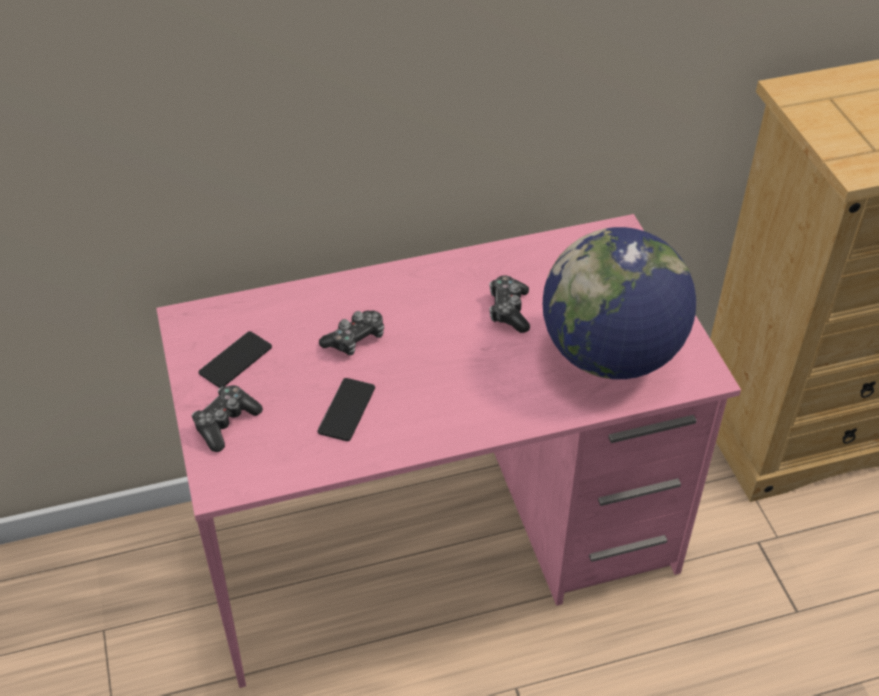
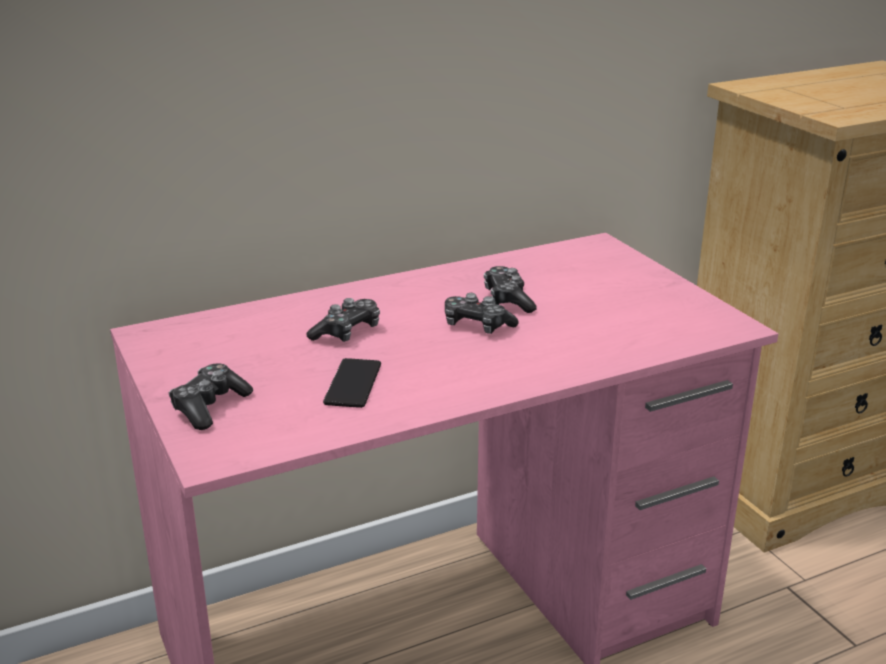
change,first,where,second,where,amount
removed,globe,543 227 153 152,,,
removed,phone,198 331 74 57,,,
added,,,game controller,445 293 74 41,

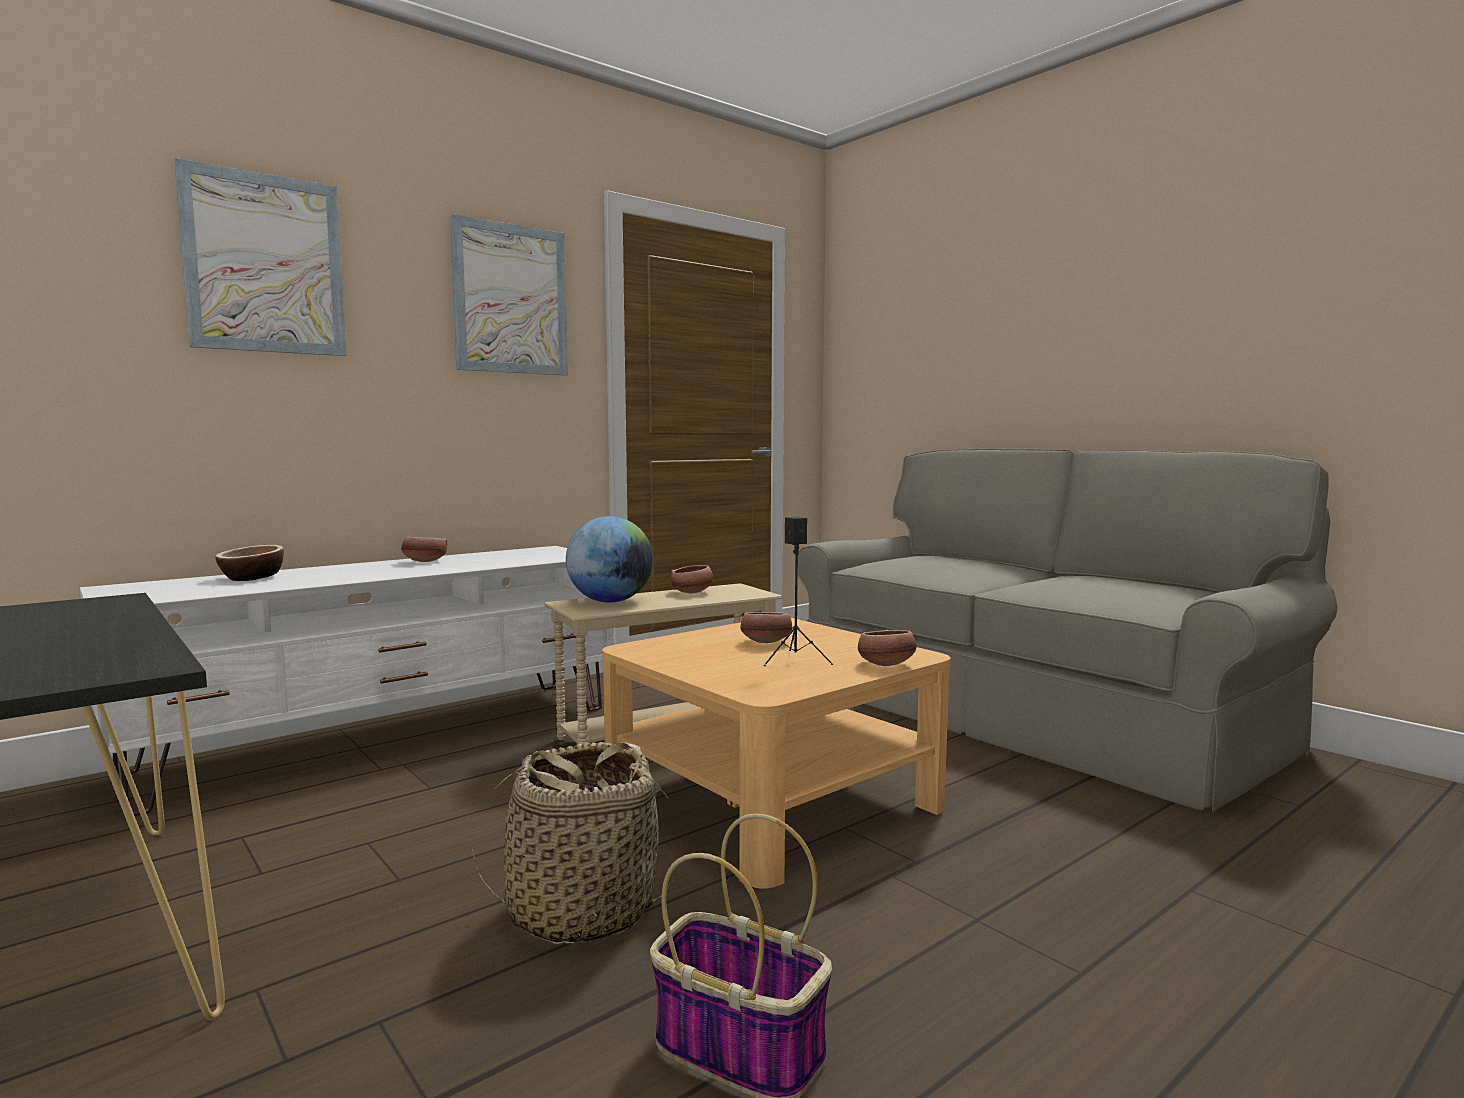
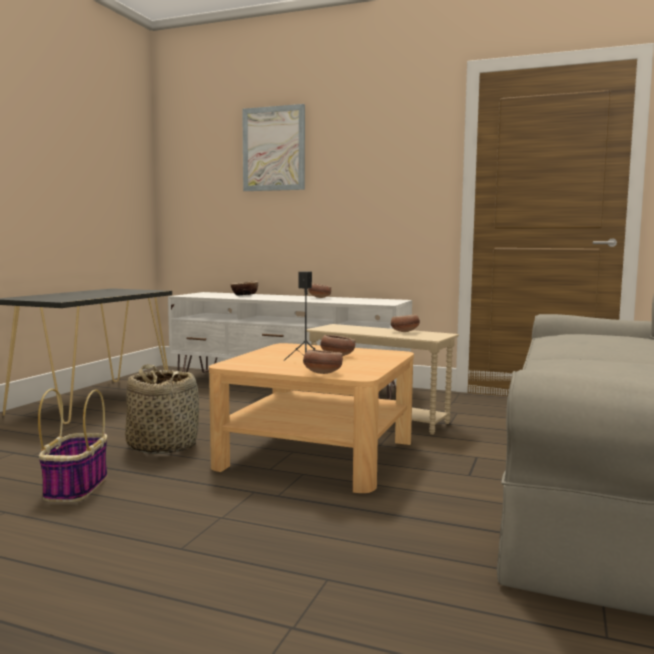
change,first,where,second,where,amount
removed,picture,450 214 118 162,,,
removed,globe,566 516 87 87,,,

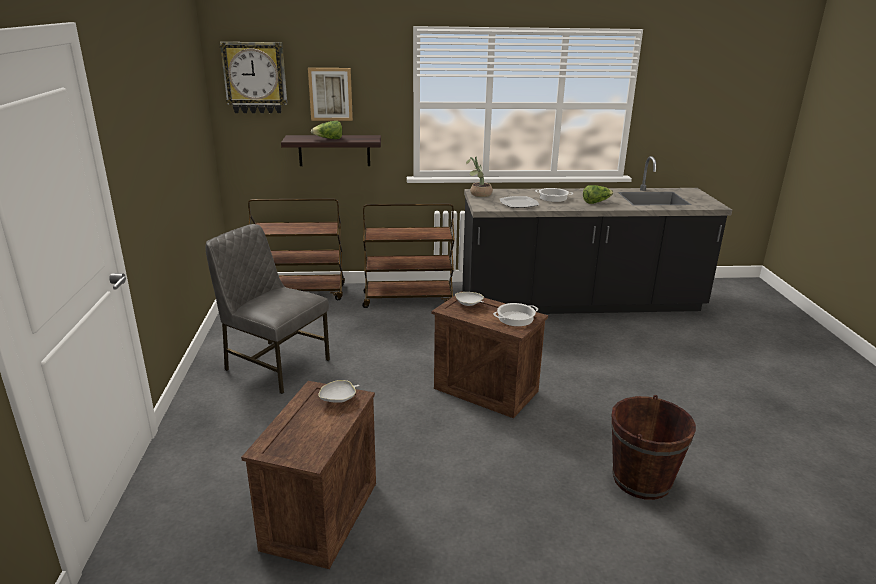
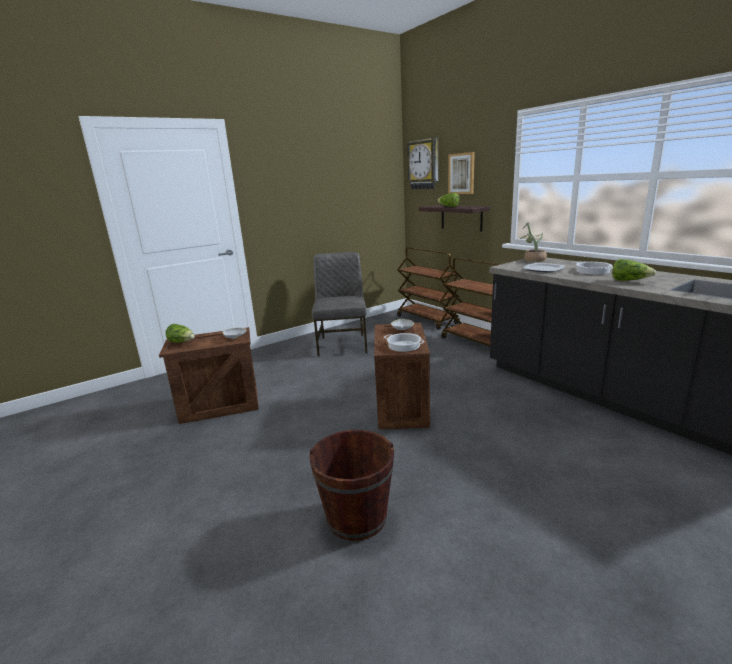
change,first,where,second,where,amount
added,,,lettuce,165 324 30 19,

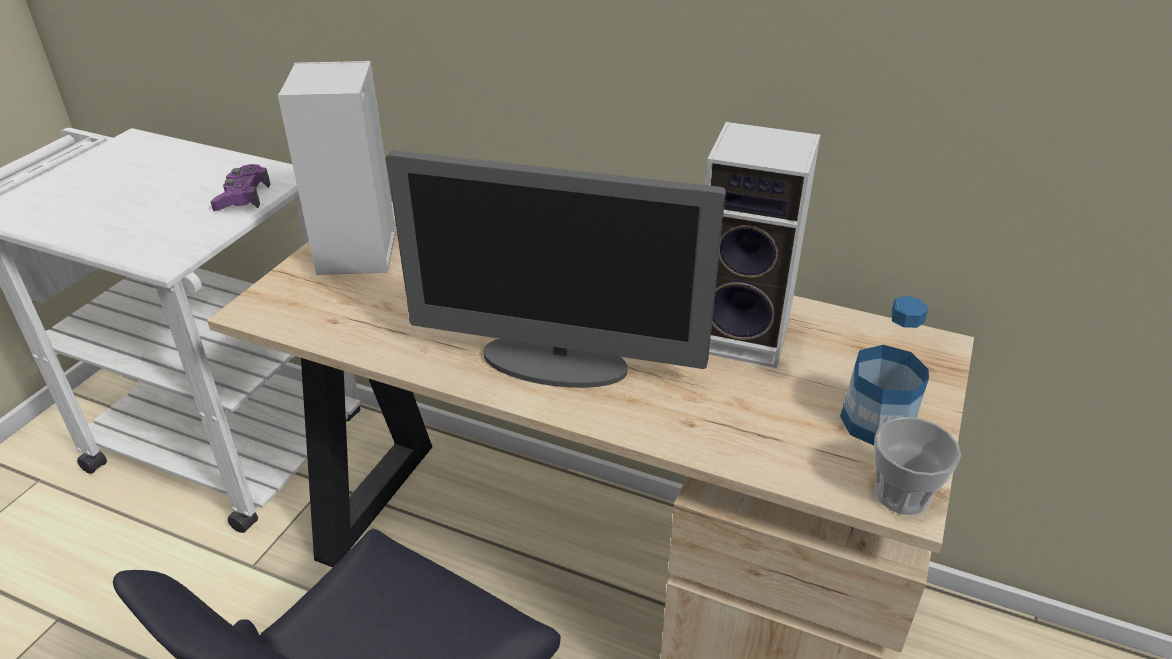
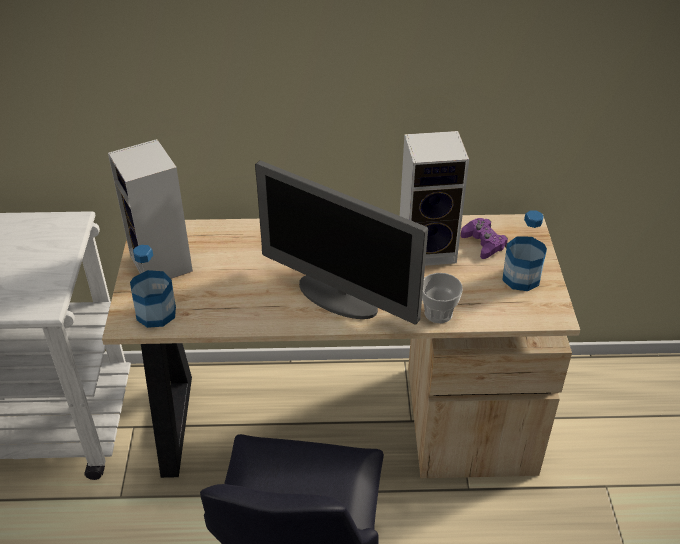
change,first,where,second,where,amount
turned,monitor,386 150 340 238,,255 160 173 165,45 degrees clockwise
moved,game controller in purple,211 164 59 47,,461 218 47 41,
moved,cup,874 417 87 98,,422 273 41 50,
added,,,bottle,130 245 46 83,

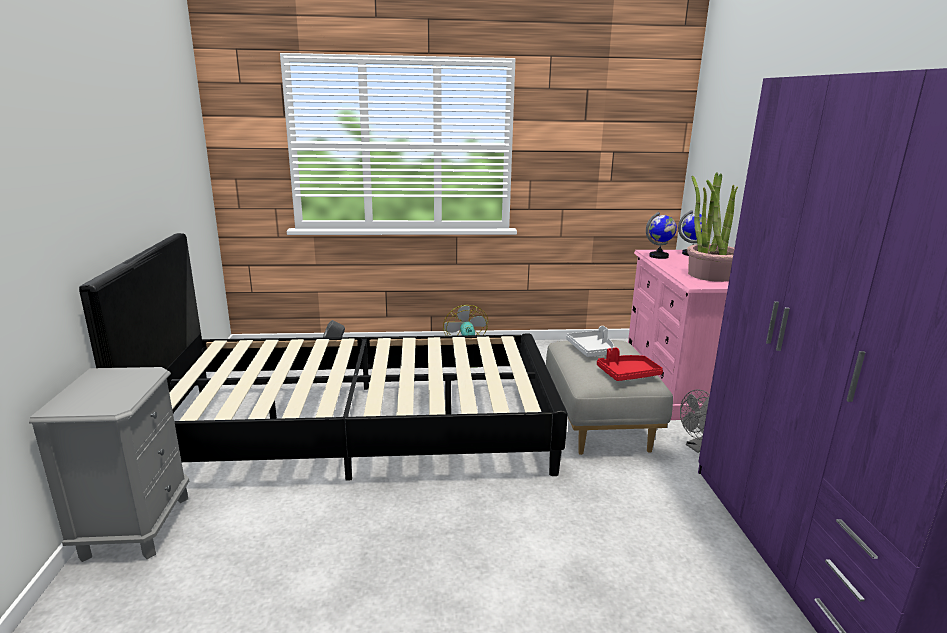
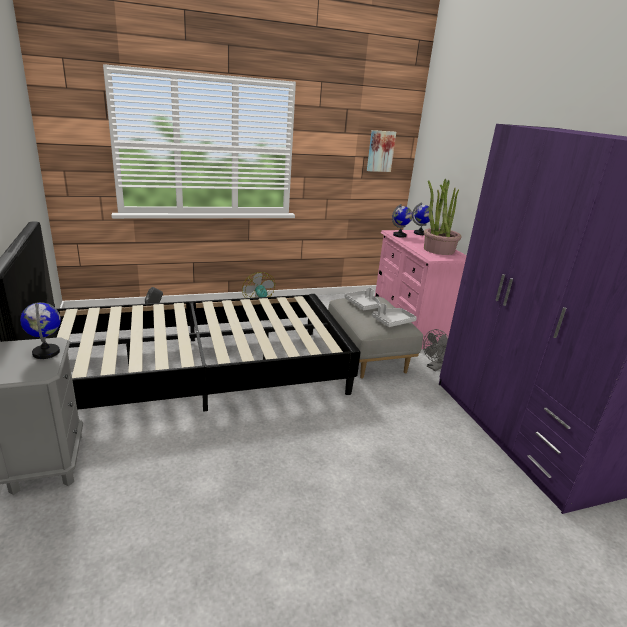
change,first,where,second,where,amount
recoloured,tray in red,597 348 66 33,tray in grey,372 303 45 24,
added,,,picture,367 130 29 42,
added,,,globe,20 302 41 57,

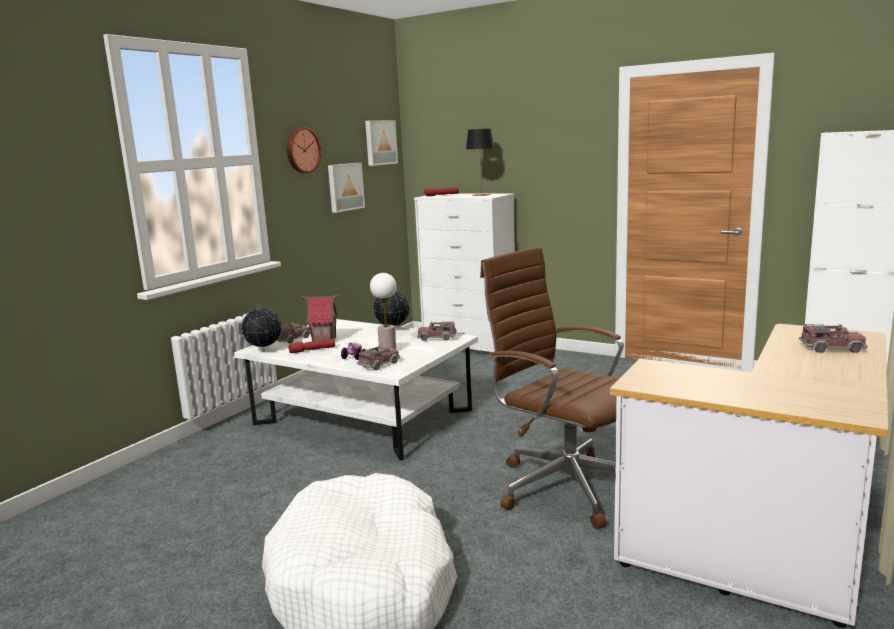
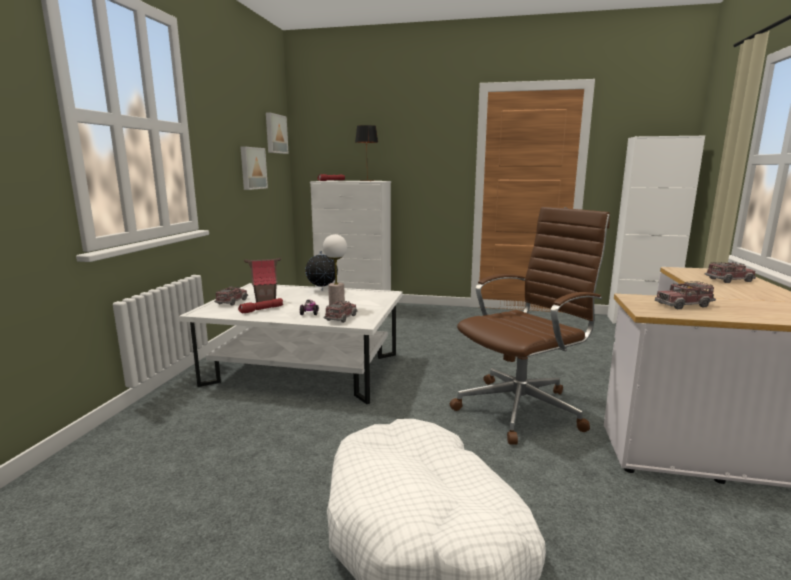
change,first,where,second,where,amount
removed,wall clock,287 128 34 45,,,
turned,office chair in brown,480 247 144 282,,450 207 160 238,120 degrees clockwise
removed,globe,241 304 41 48,,,
moved,toy truck,417 321 40 20,,655 281 61 28,

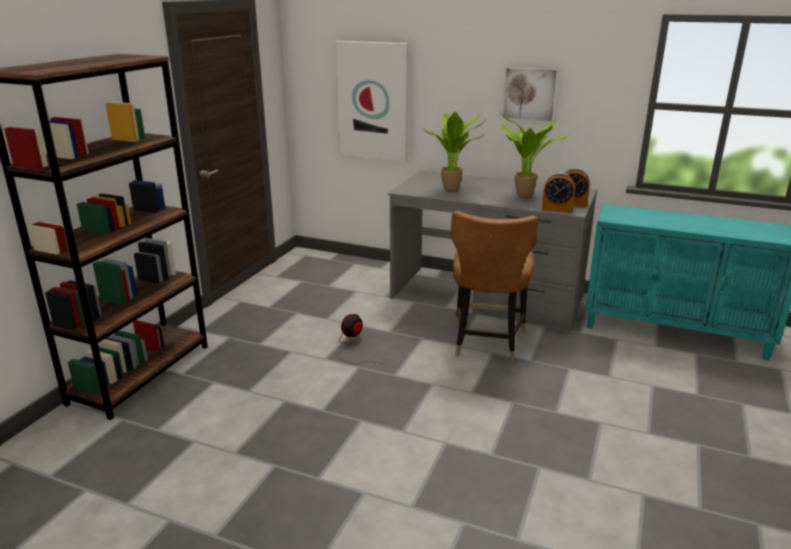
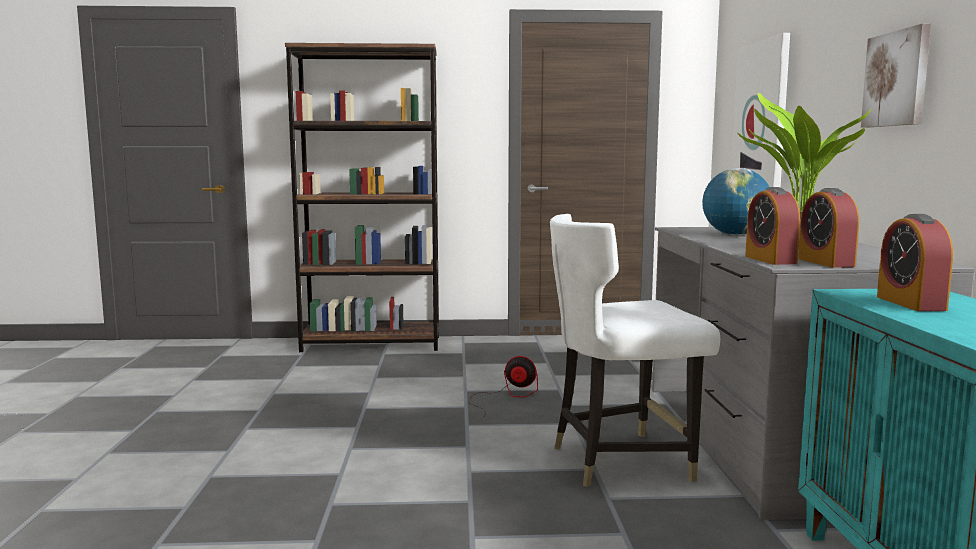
change,first,where,second,where,amount
replaced,potted plant,423 112 62 79,globe,702 168 67 67,
recoloured,chair in brown,451 211 87 151,chair in white,550 214 170 273,
added,,,alarm clock,877 214 76 97,

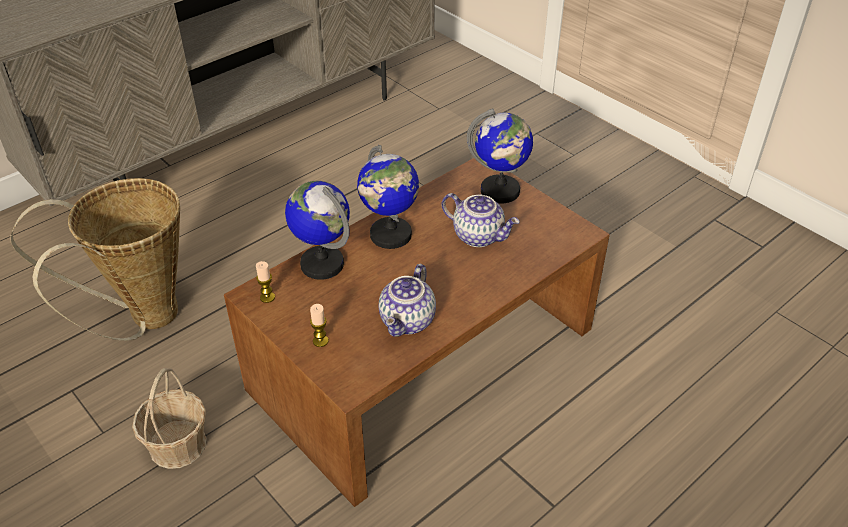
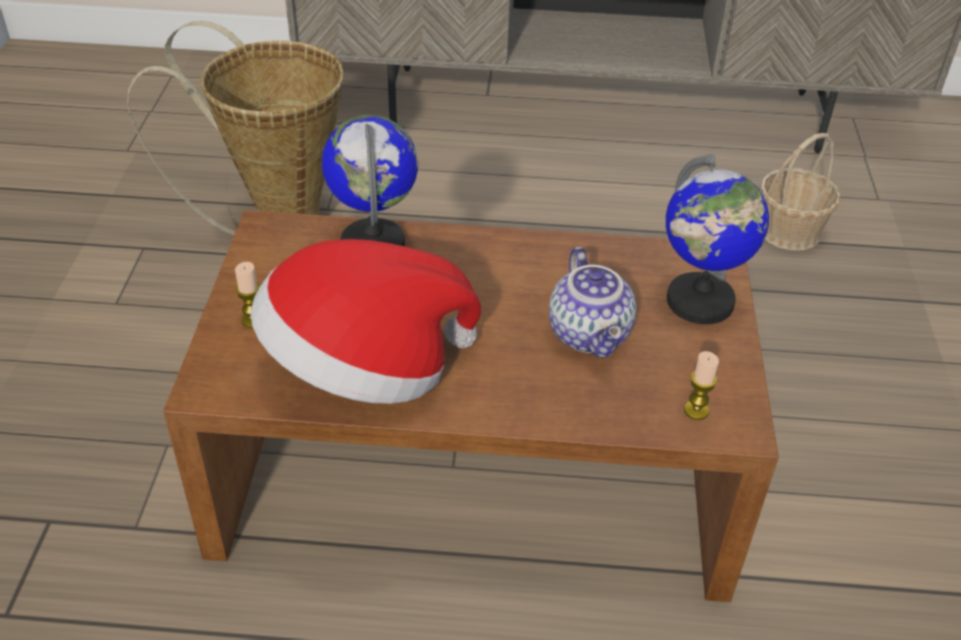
change,first,where,second,where,amount
removed,globe,357 145 62 104,,,
moved,candle,256 261 19 42,,684 351 35 69,
replaced,teapot,379 264 57 73,hat,250 239 231 165,
moved,basket,132 368 75 101,,760 133 80 118,

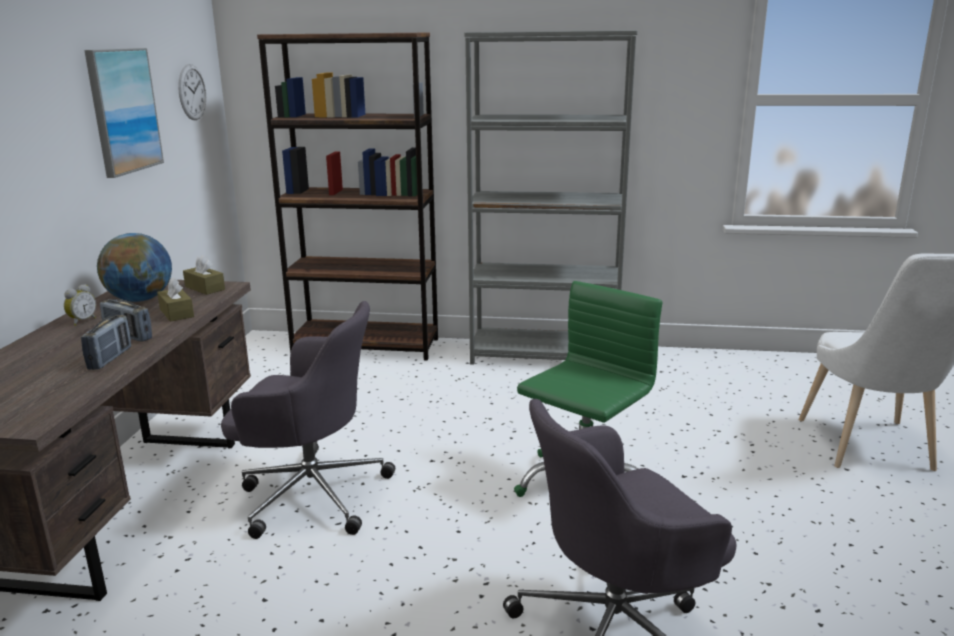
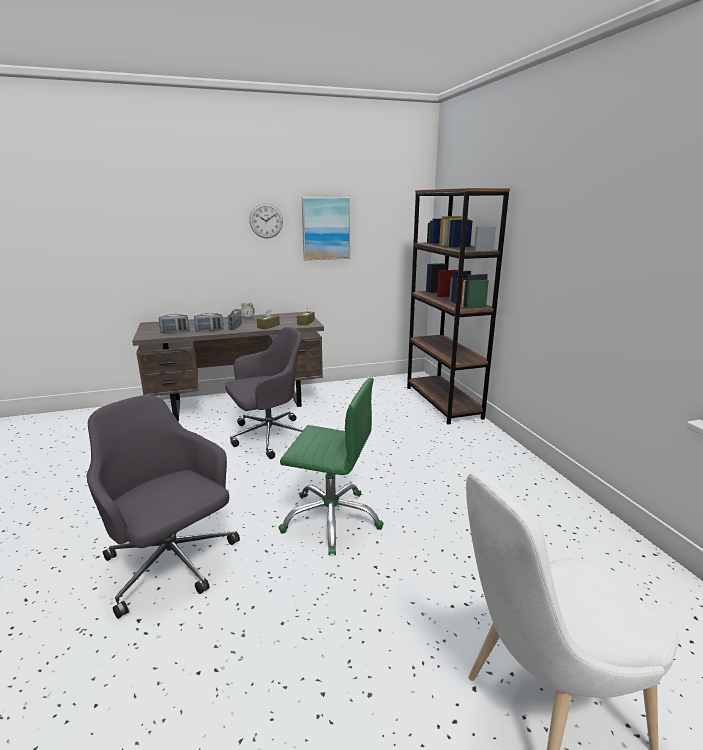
change,first,where,second,where,amount
removed,bookcase in grey,464 30 173 335,,,
moved,wall clock,178 64 28 56,,249 203 34 36,
removed,globe,97 233 75 69,,,
turned,office chair in grey,221 301 174 238,,225 327 78 132,105 degrees counterclockwise
added,,,radio,159 314 30 19,

